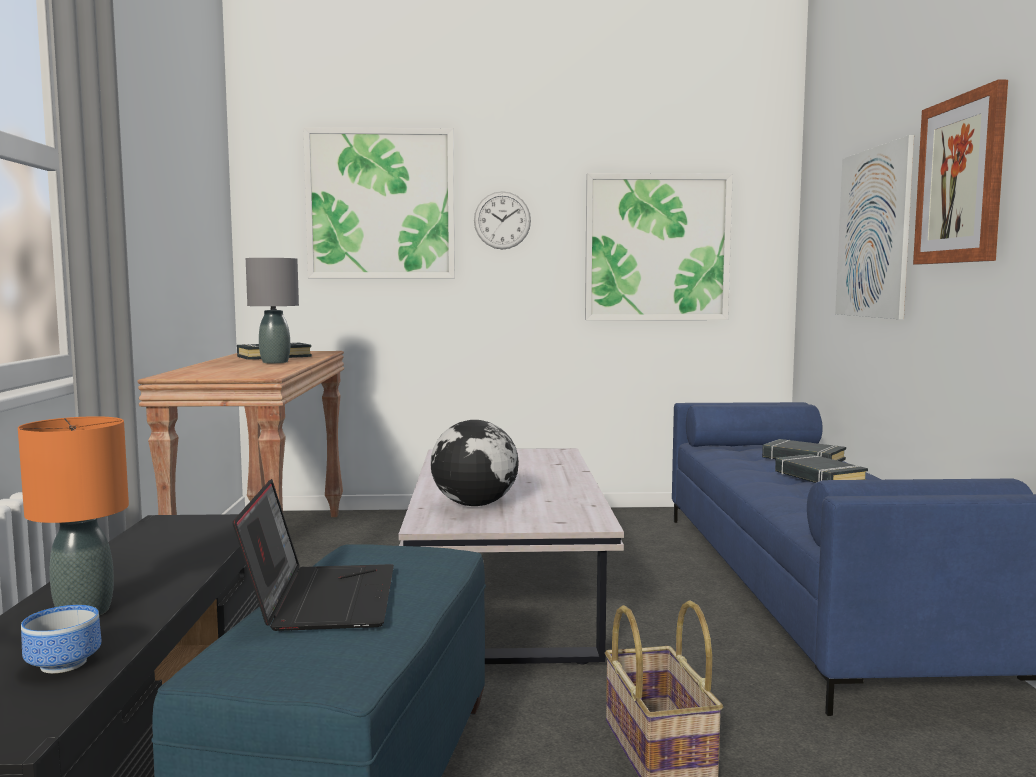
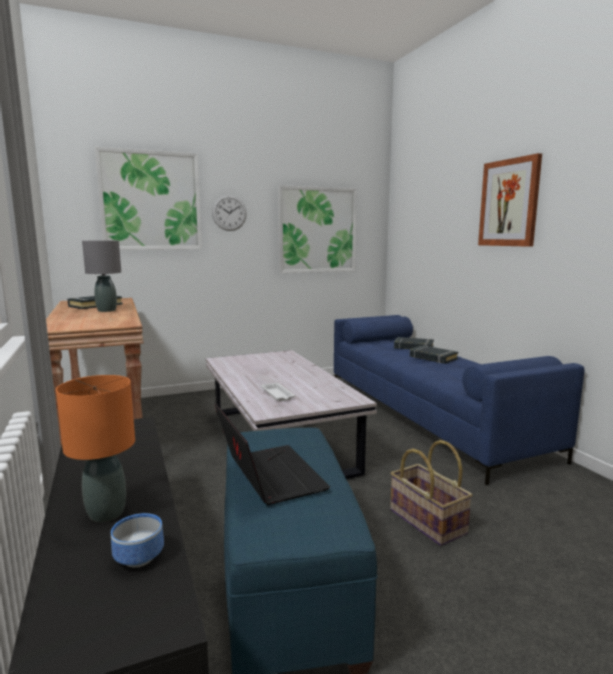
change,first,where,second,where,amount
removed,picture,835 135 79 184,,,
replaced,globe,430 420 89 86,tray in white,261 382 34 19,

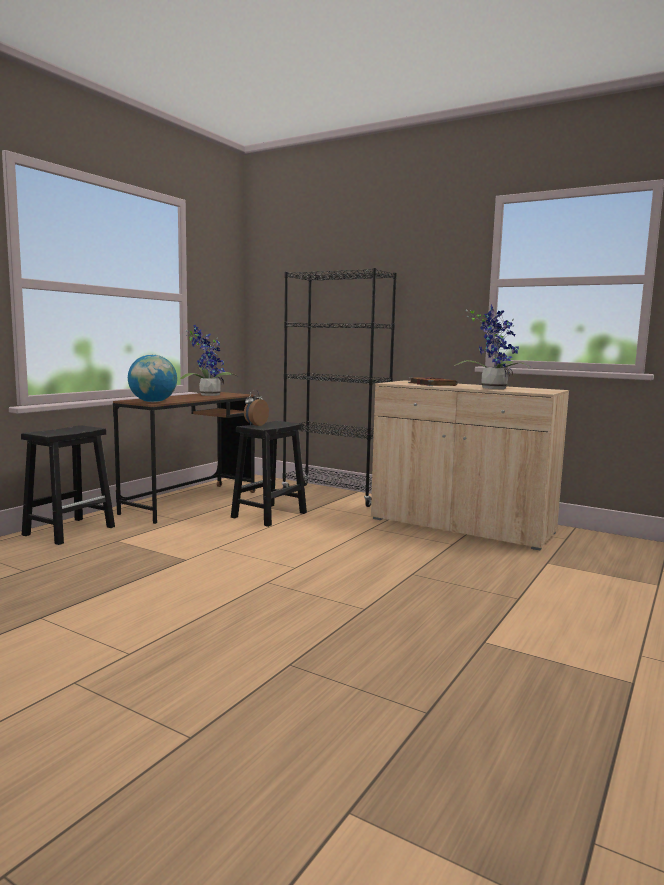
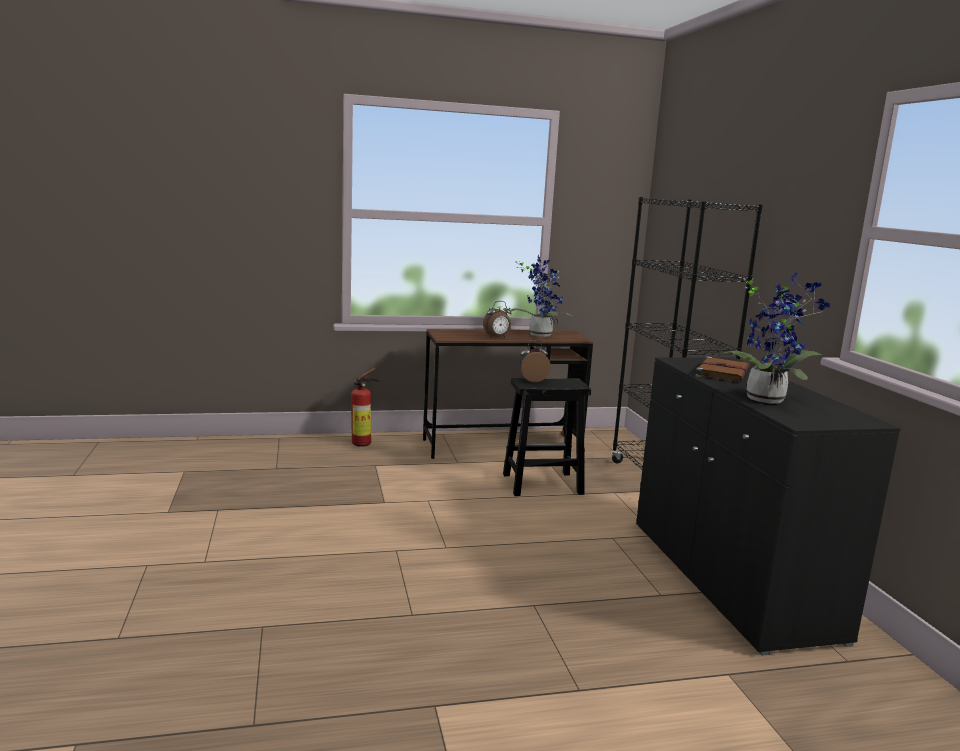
change,first,where,second,where,amount
removed,globe,128 354 49 48,,,
recoloured,cabinet in beige,371 380 198 170,cabinet in black,636 358 265 298,
replaced,stool in black,21 425 94 120,fire extinguisher,351 368 28 79,
added,,,alarm clock,483 301 29 37,

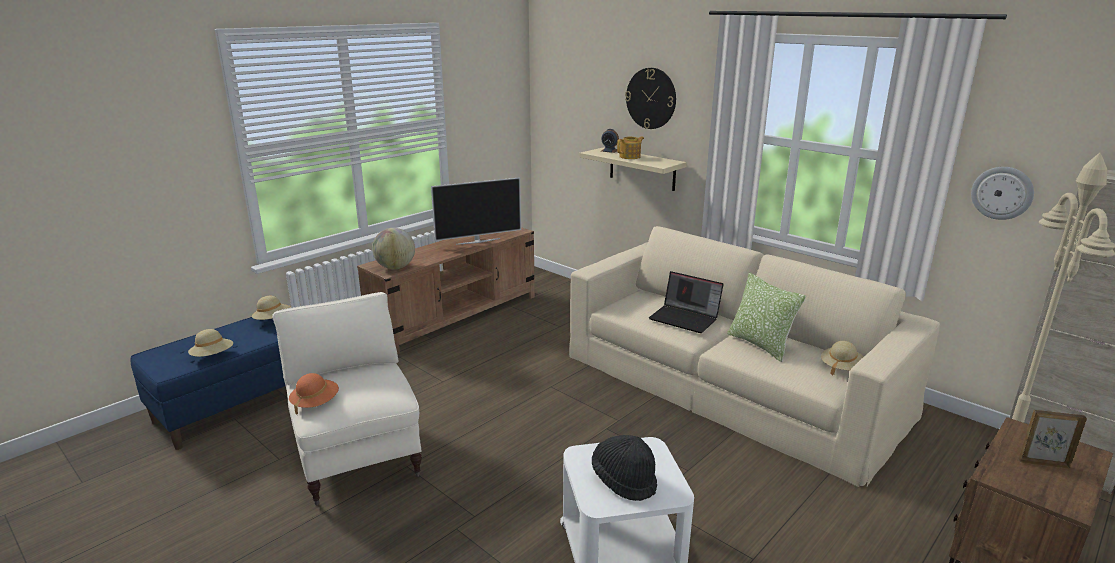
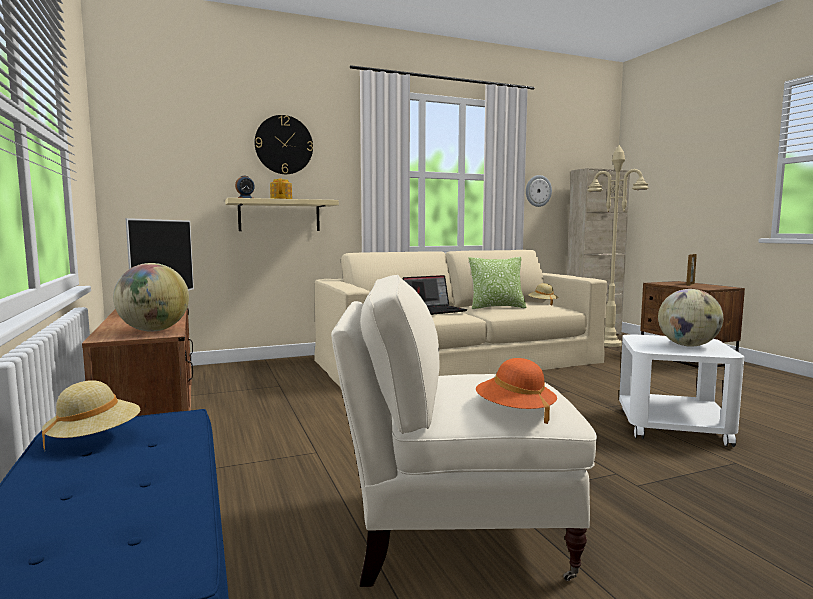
change,first,where,second,where,amount
removed,hat in beige,188 329 45 28,,,
replaced,hat in black,592 435 65 66,globe,658 289 65 58,

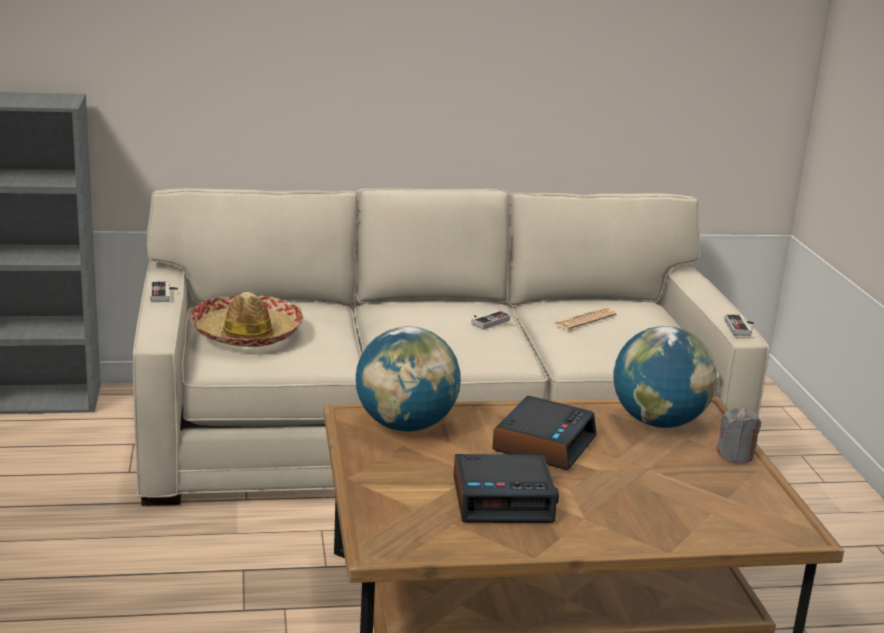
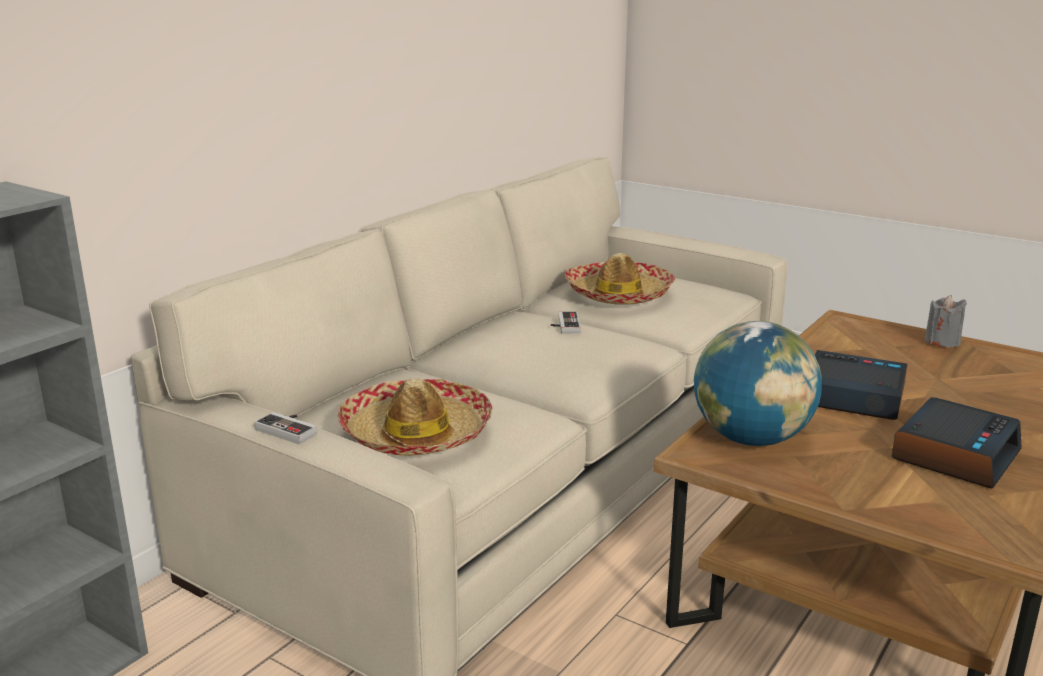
change,first,where,second,where,amount
replaced,newspaper,554 308 62 22,hat,565 253 110 52,
removed,game controller,724 314 30 22,,,
removed,globe,613 326 104 102,,,
turned,alarm clock,492 396 105 74,,815 350 92 70,45 degrees counterclockwise

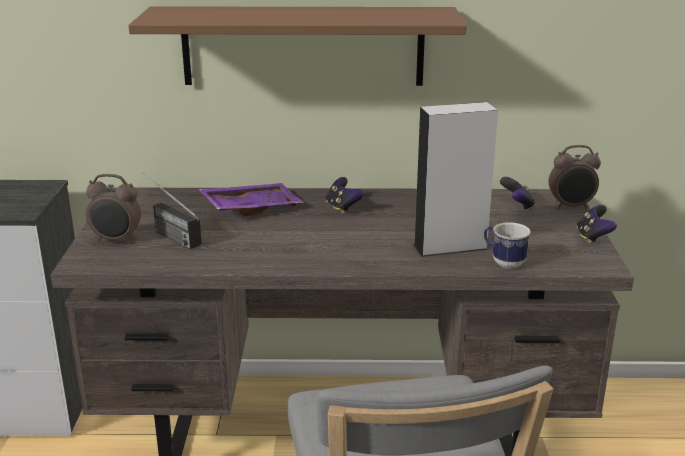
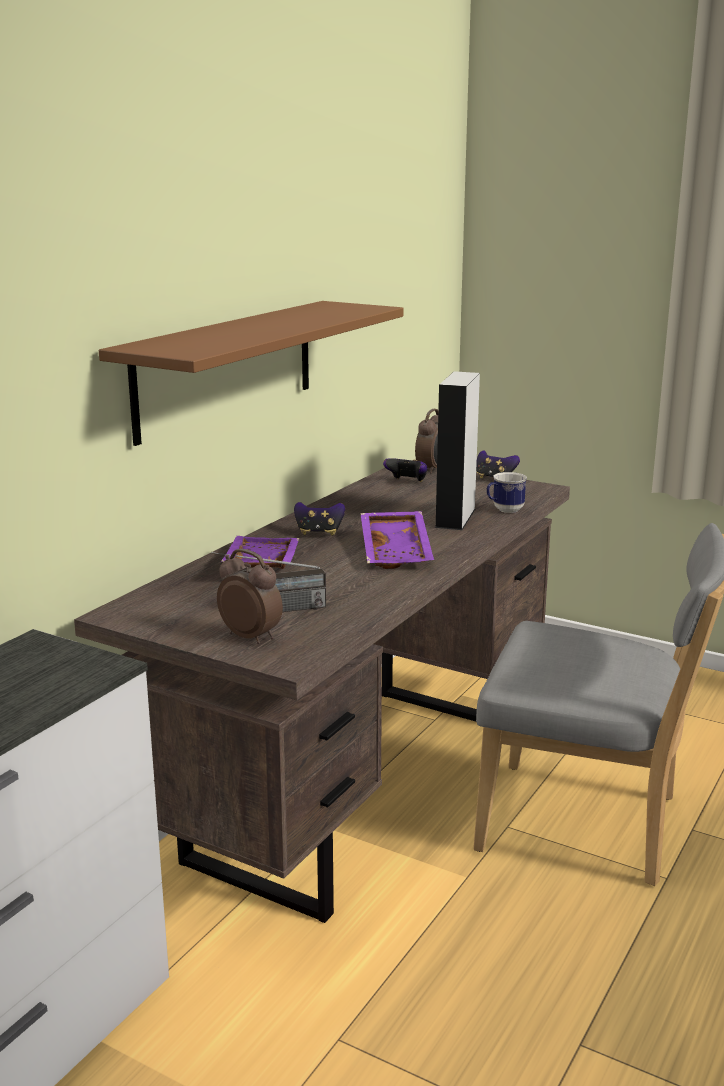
change,first,where,second,where,amount
turned,alarm clock,86 174 55 70,,217 549 66 95,90 degrees counterclockwise
added,,,tray in purple,360 511 74 58,

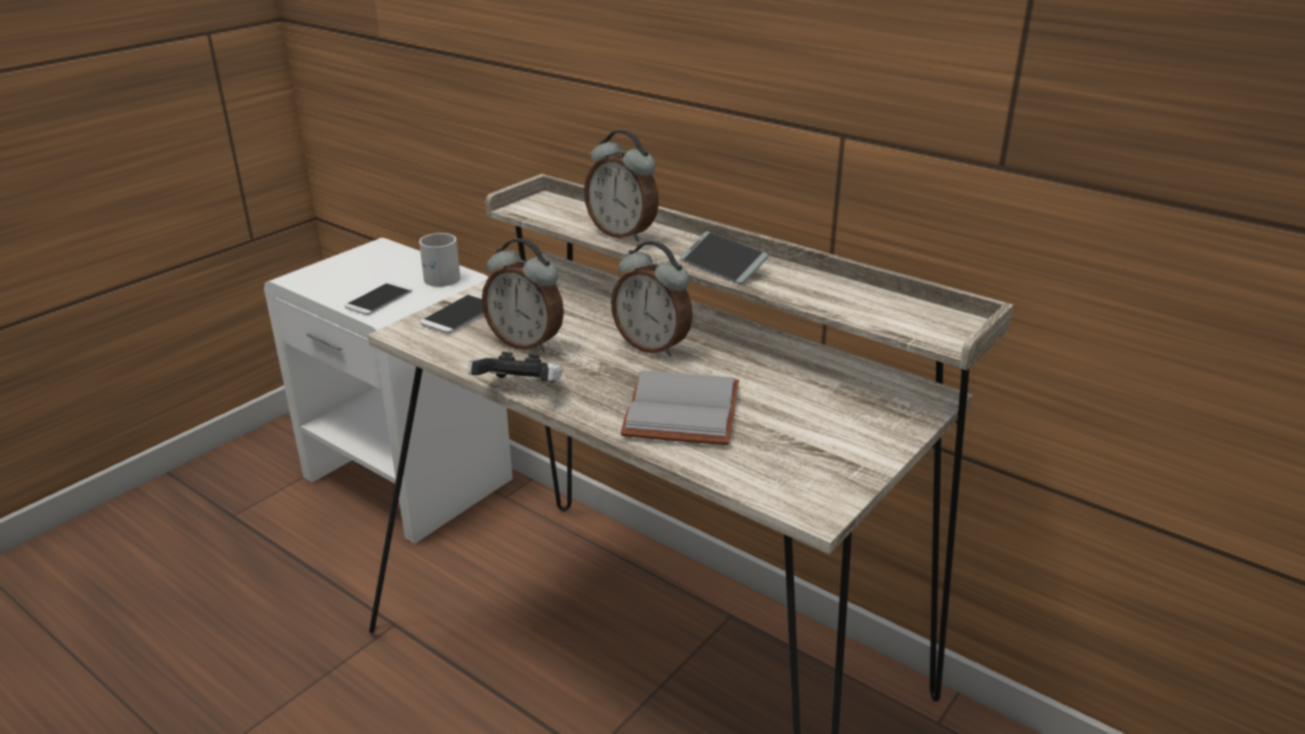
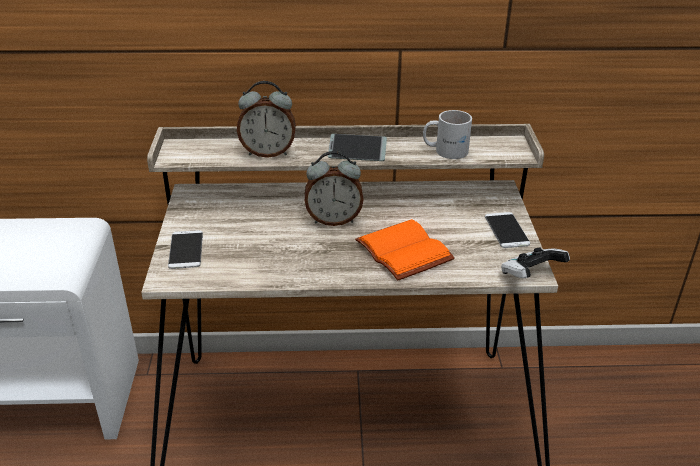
change,first,where,second,where,amount
moved,mug in white,419 233 41 54,,423 110 49 49,
removed,alarm clock,482 238 82 115,,,
moved,phone,345 282 67 33,,485 212 45 36,
moved,game controller,468 352 94 31,,501 248 69 30,
recoloured,book in grey,621 370 118 75,book in orange,355 219 100 62,

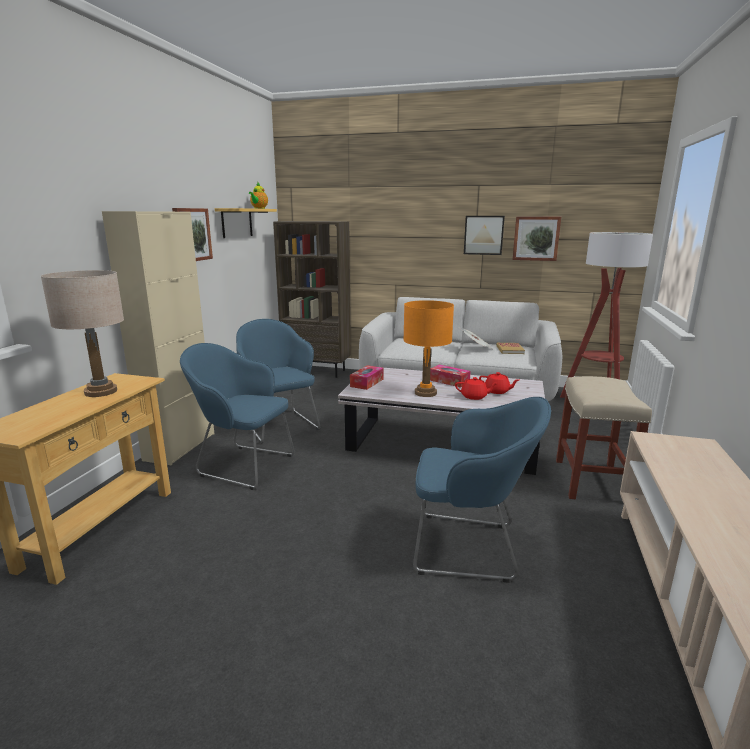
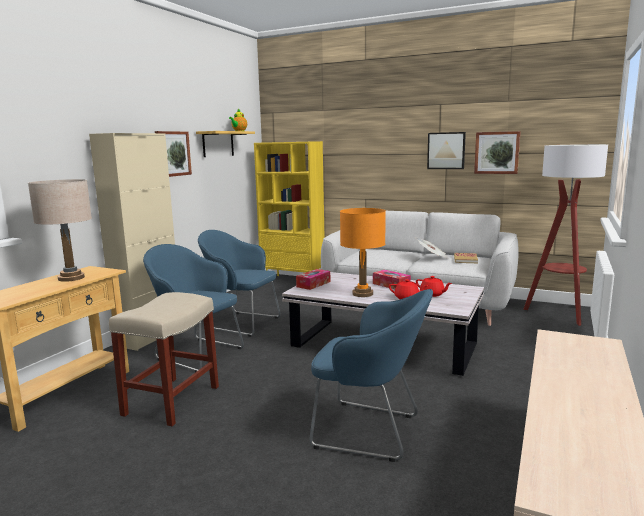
change,first,where,second,where,amount
recoloured,bookcase in brown,273 221 78 157,bookcase in yellow,254 141 71 135,
turned,armchair in blue,236 319 84 125,,198 230 83 107,45 degrees counterclockwise
moved,stool in beige,556 376 96 123,,109 292 110 134,

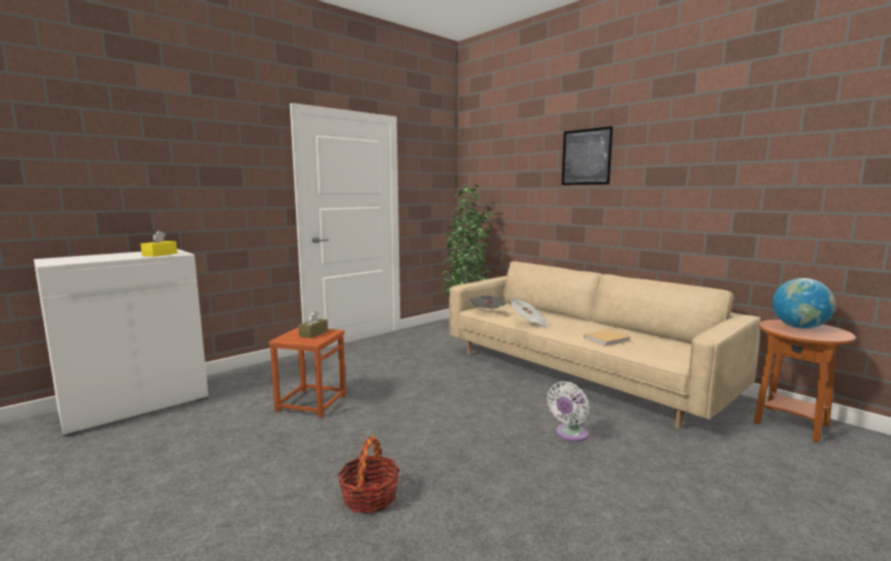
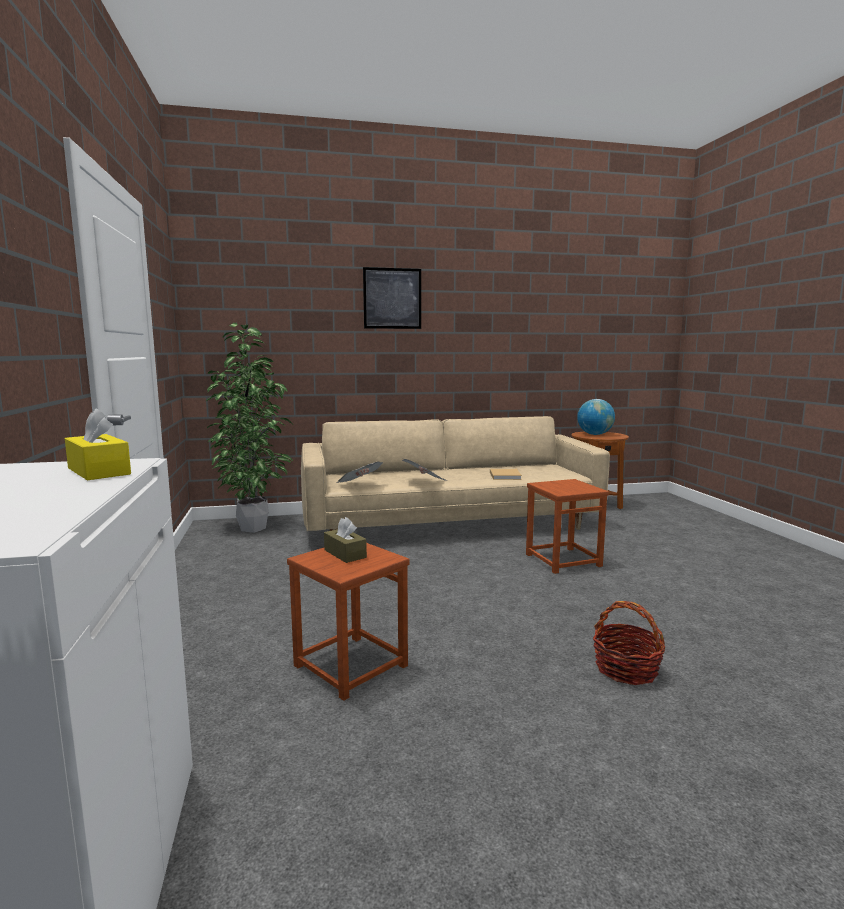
change,first,where,second,where,amount
replaced,fan in white,547 381 42 61,stool in brown,526 479 83 95,

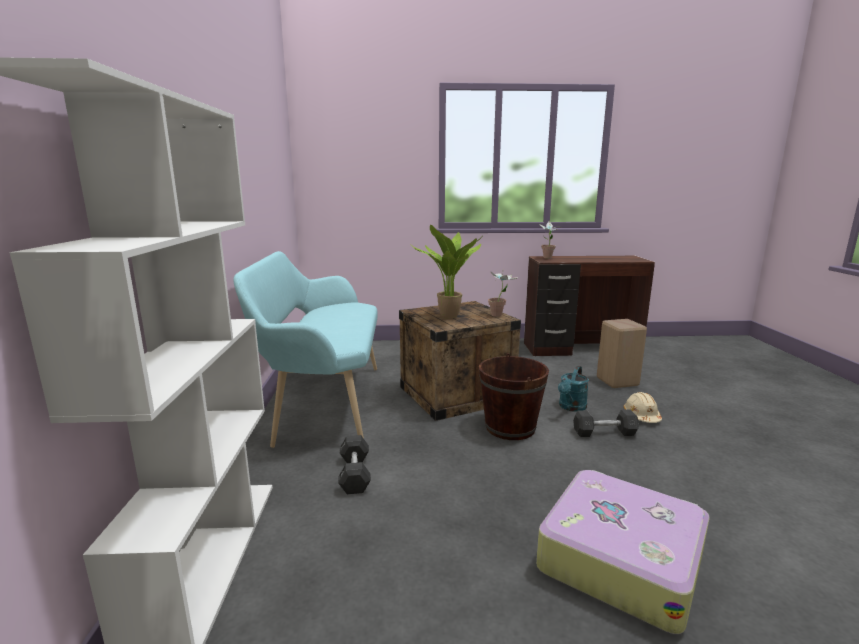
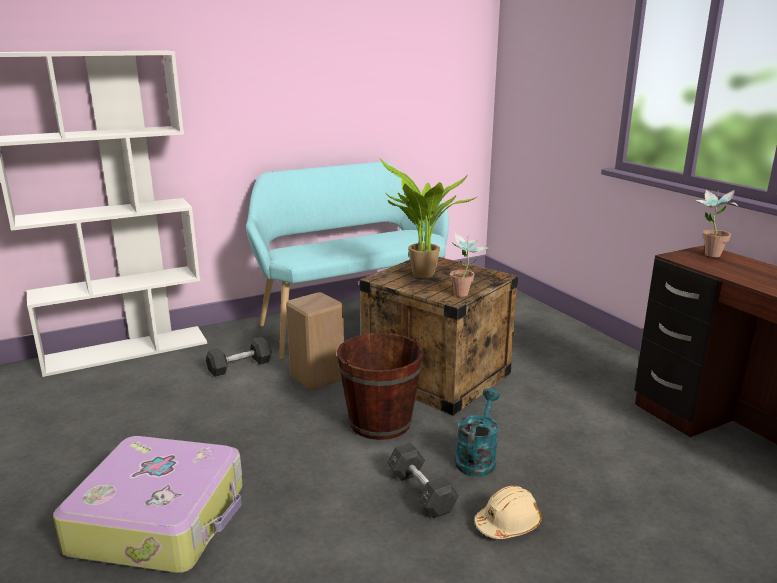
change,first,where,second,where,amount
moved,stool in beige,597 319 50 69,,286 292 58 98,
turned,watering can in turquoise,558 366 31 46,,455 389 45 88,105 degrees clockwise

